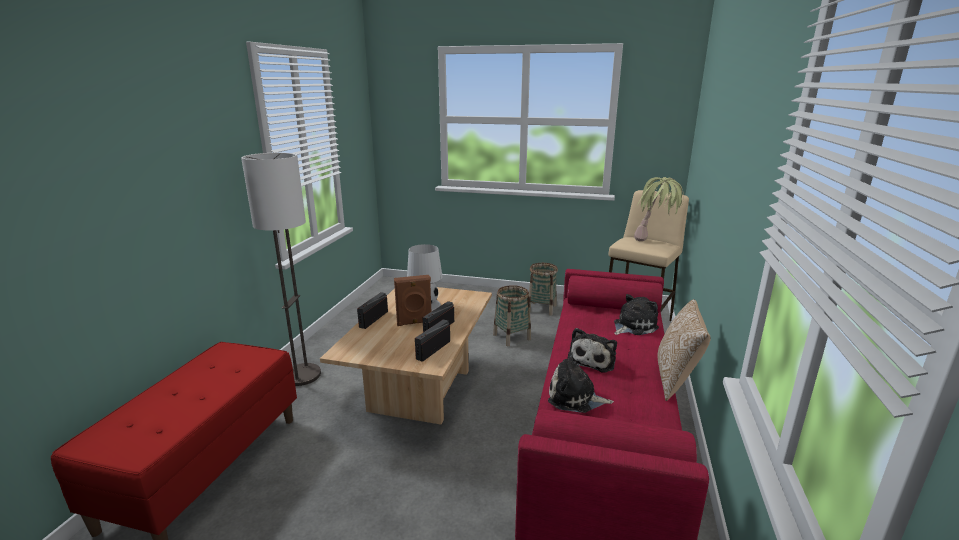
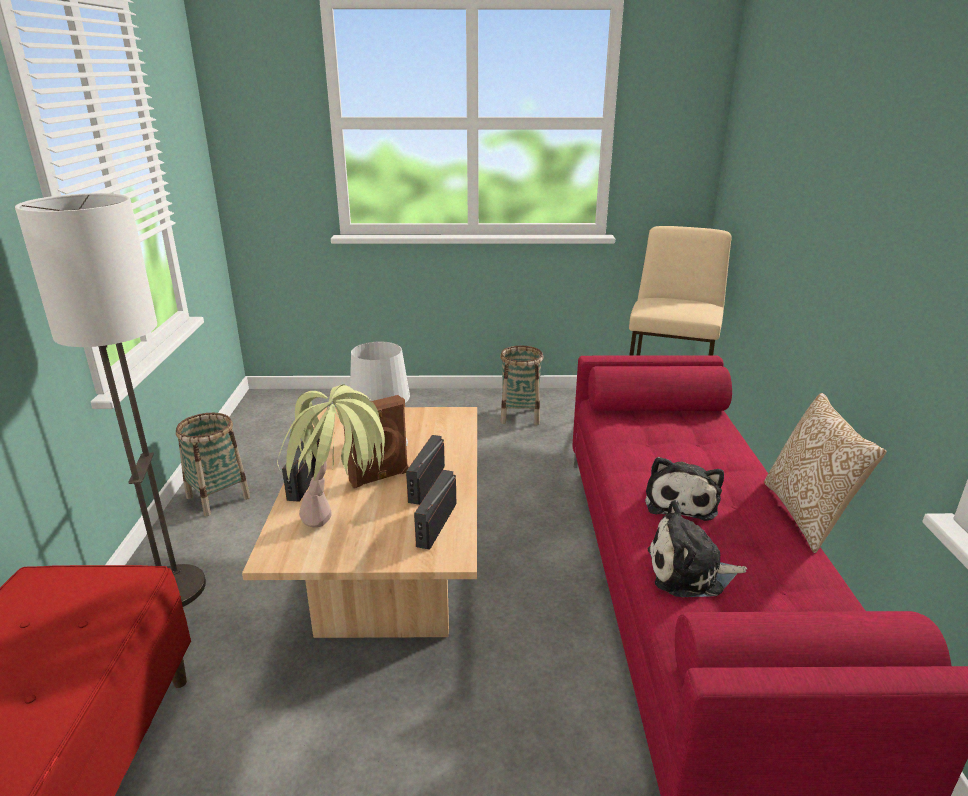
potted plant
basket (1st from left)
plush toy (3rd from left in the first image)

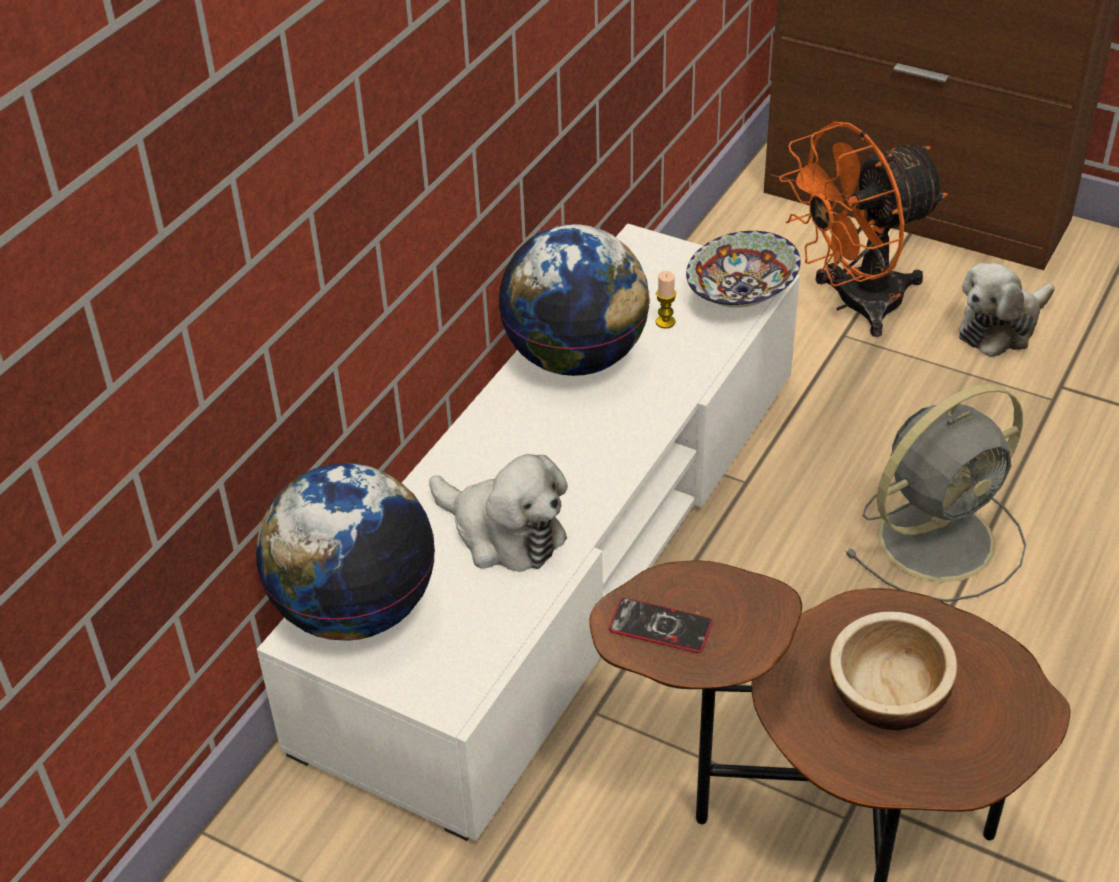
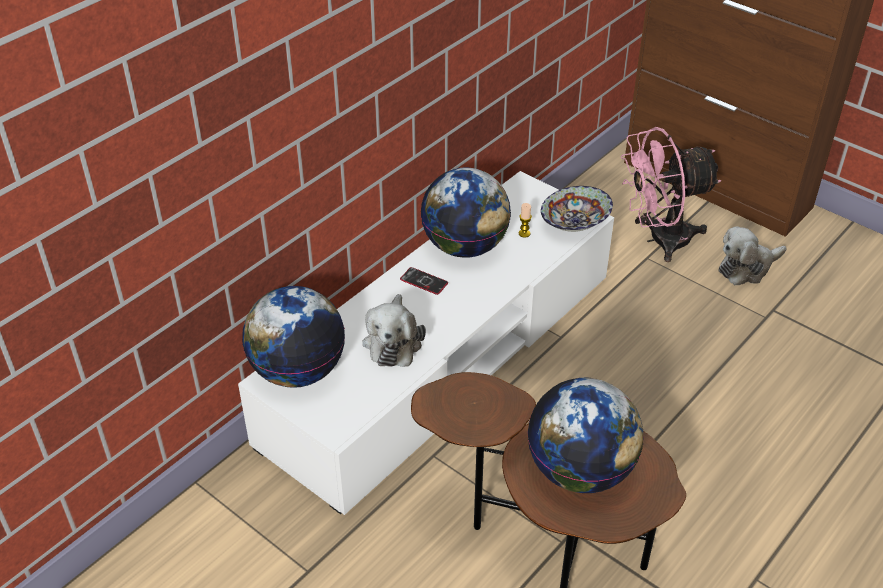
pink fan
grey fan
plush toy (1st from left)
phone
globe (3rd from left)

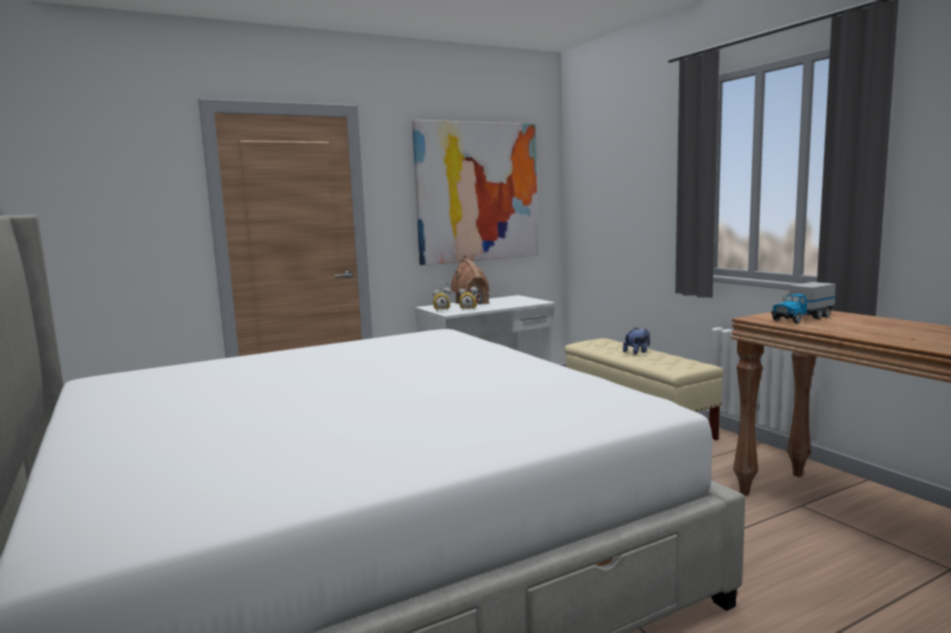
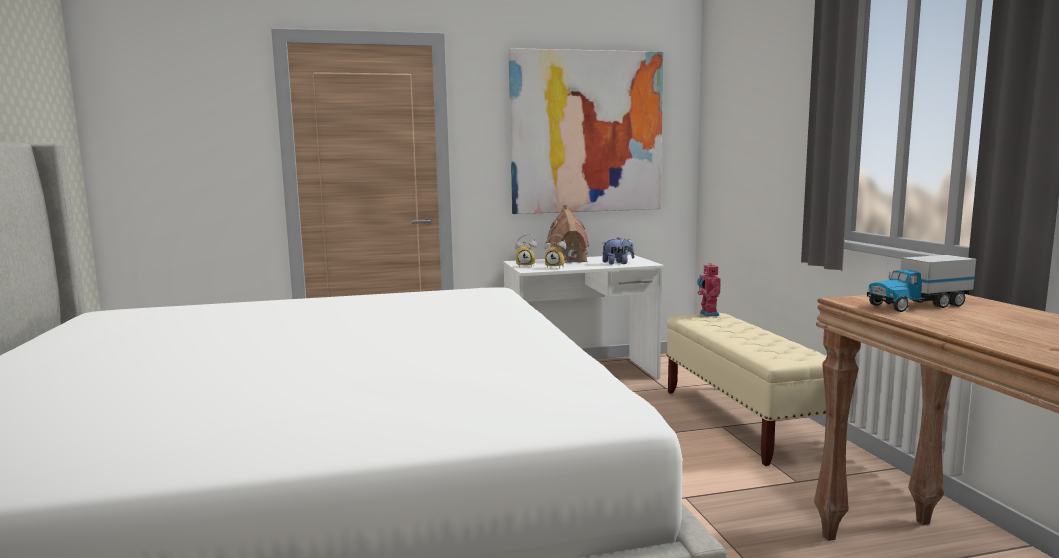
plush toy
toy robot

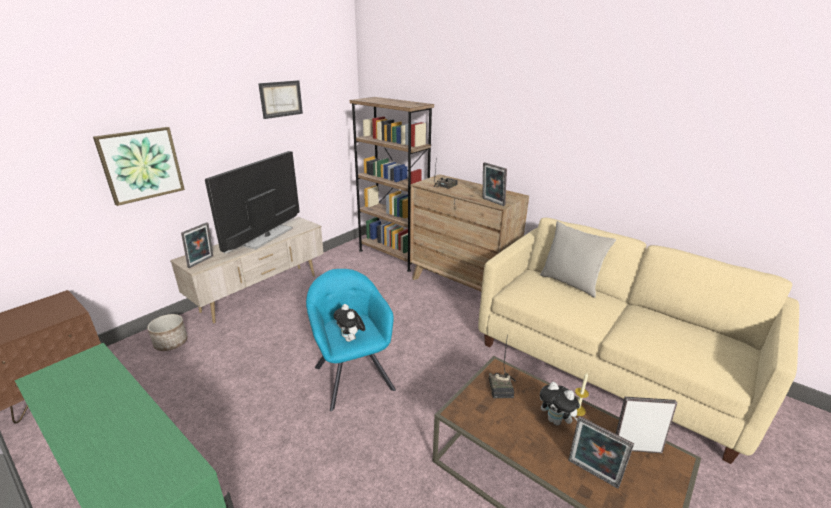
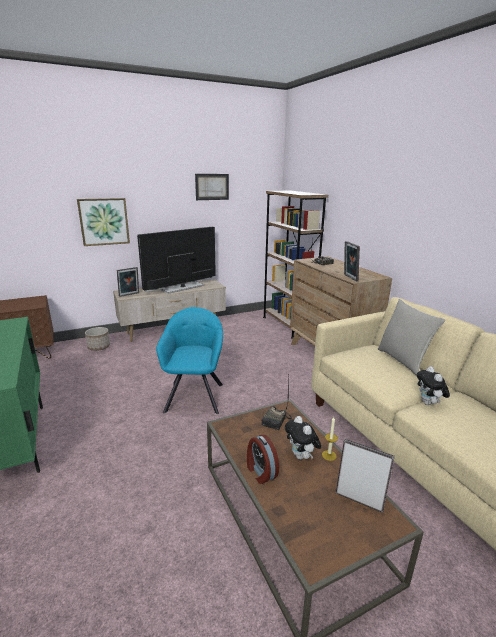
plush toy (2nd from left)
picture frame (3rd from left in the first image)
alarm clock

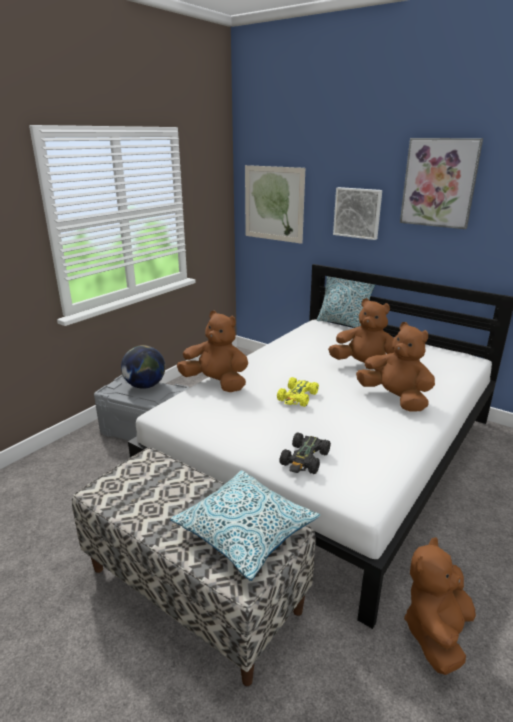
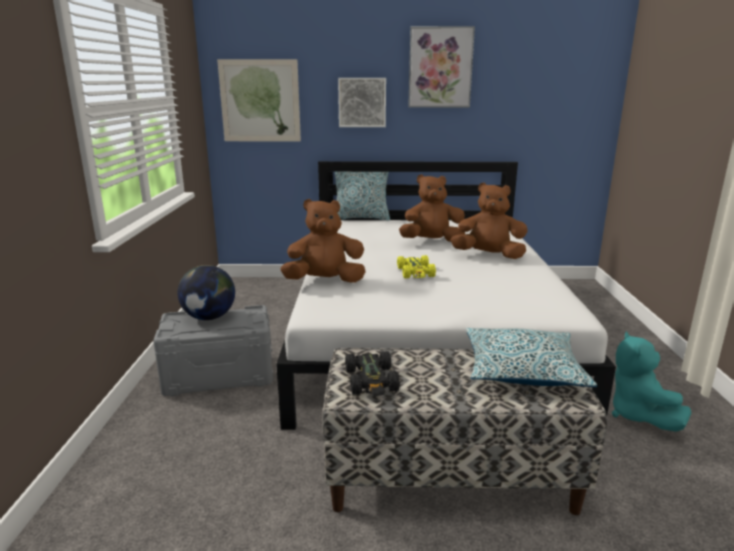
black toy car
turquoise plush toy

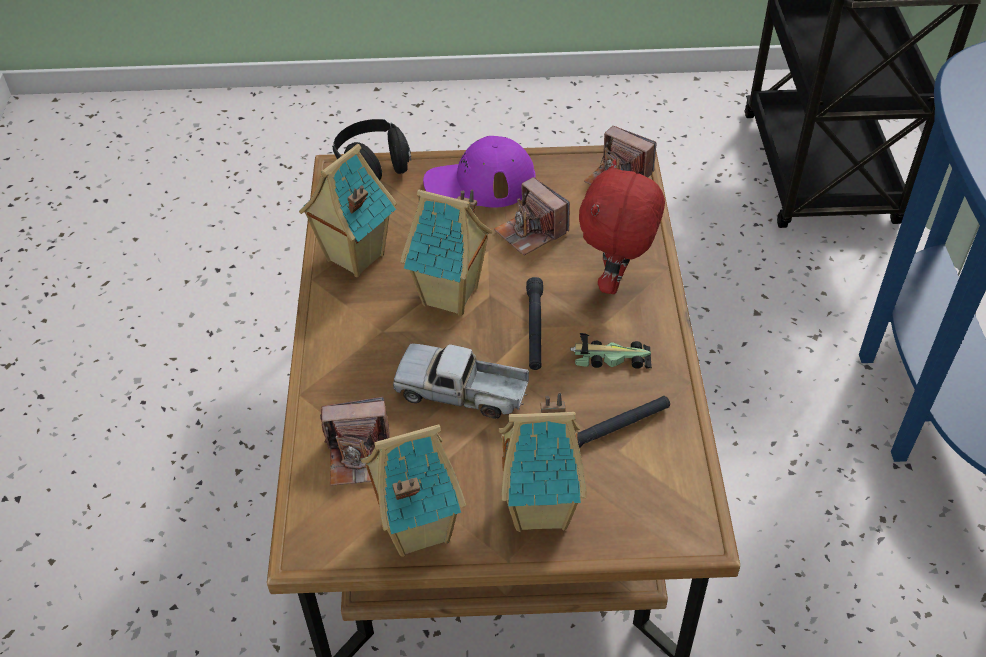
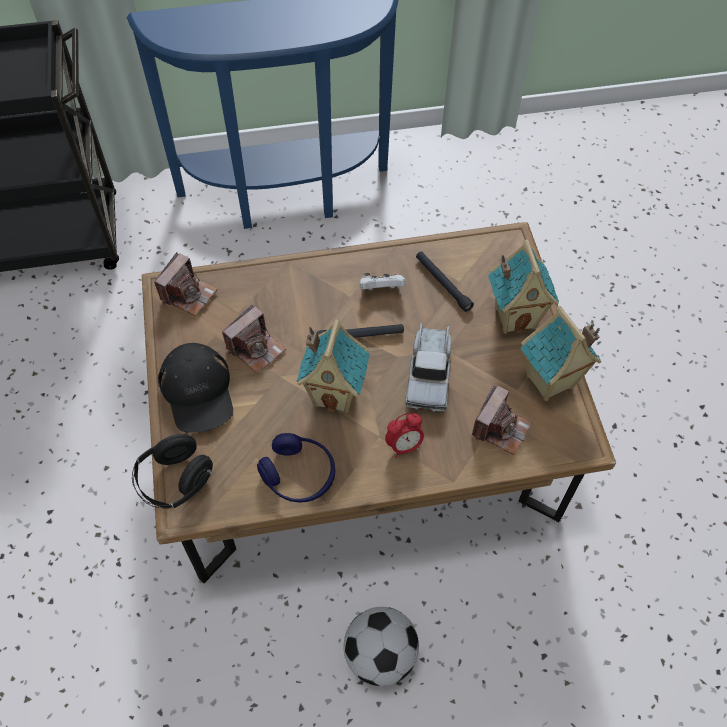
black cap
blue headphones
red plush toy
white game controller
photo camera (3rd from left)
alarm clock
football

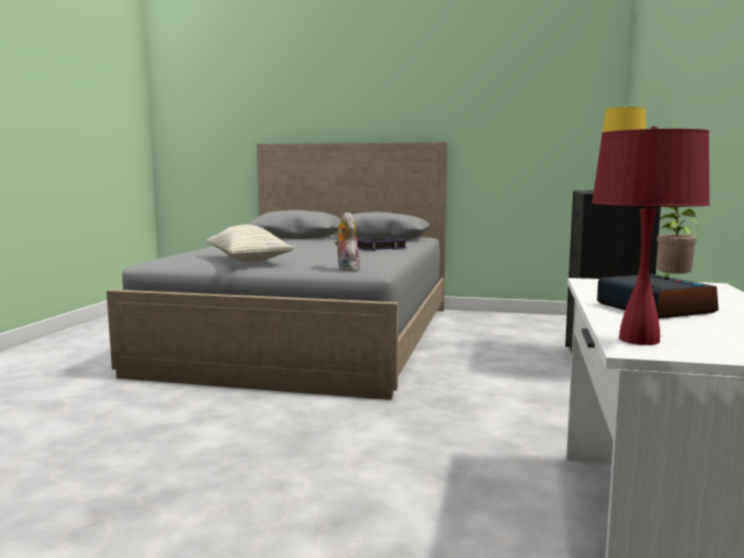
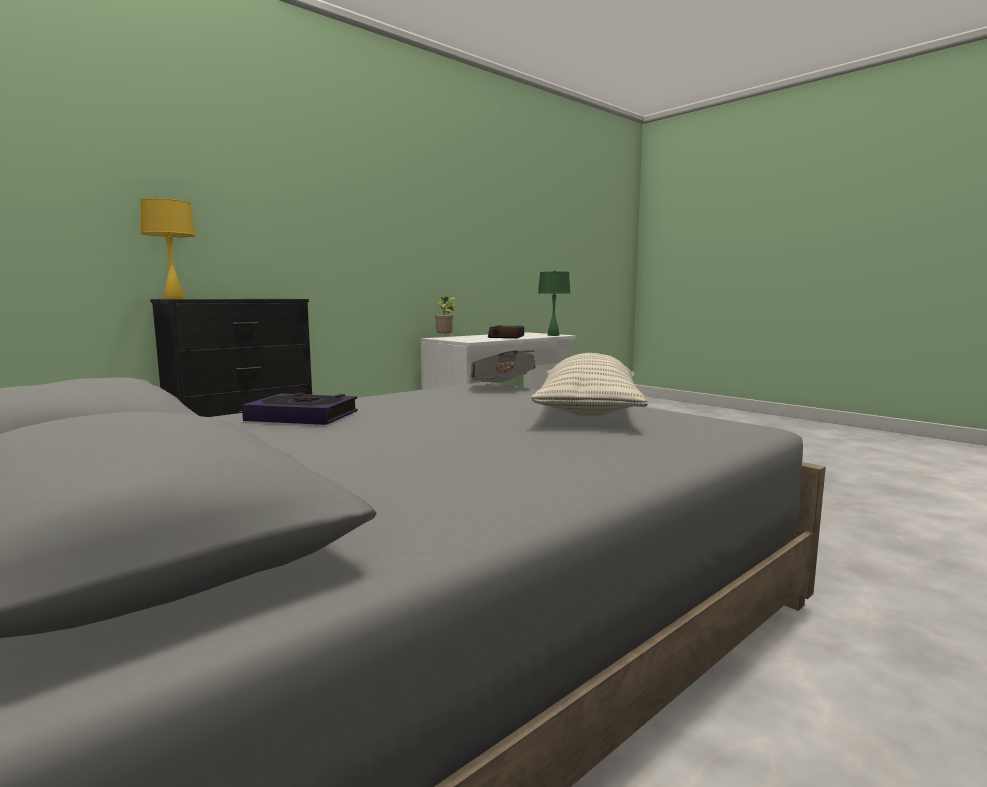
green table lamp
newspaper

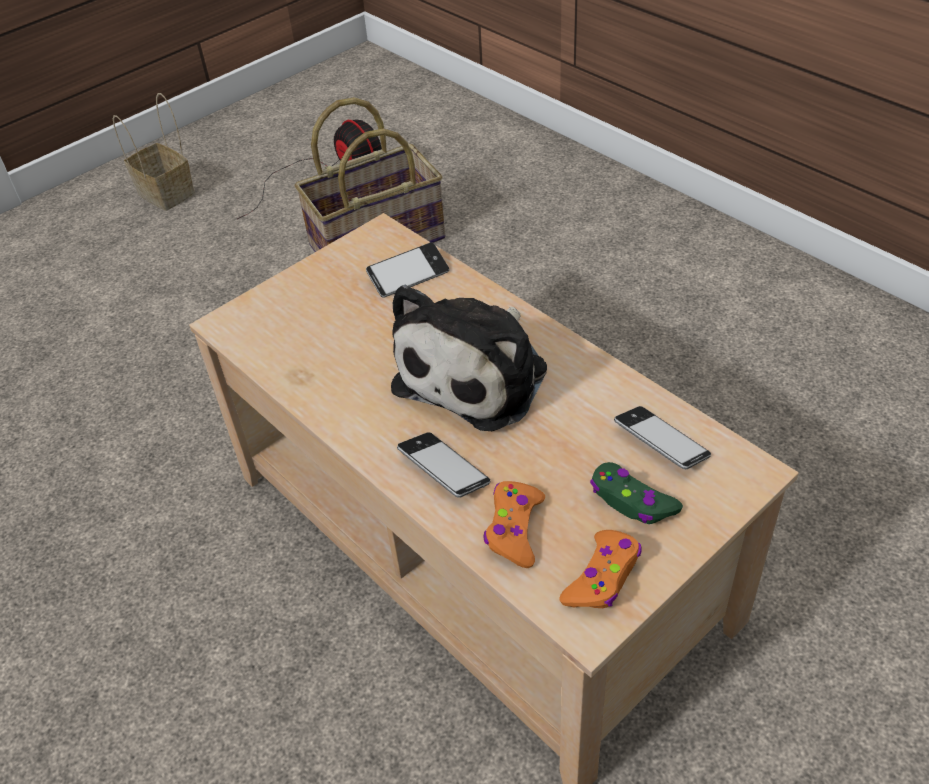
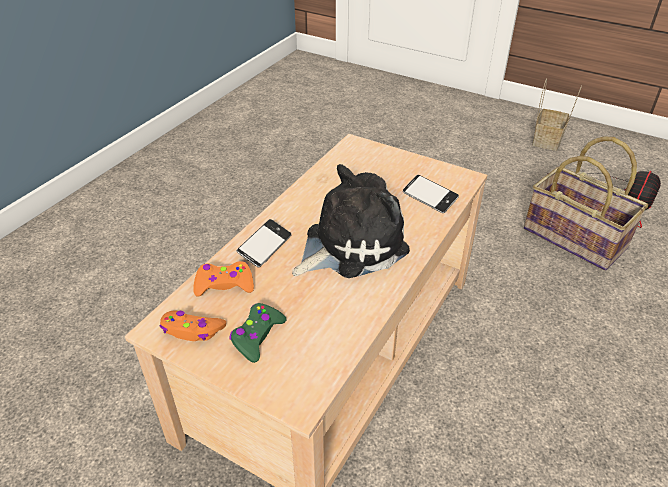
plush toy
phone (3rd from left in the first image)

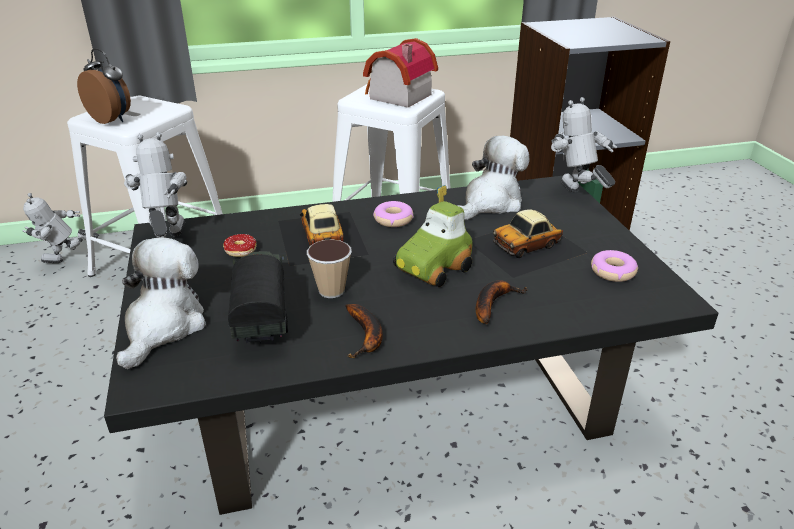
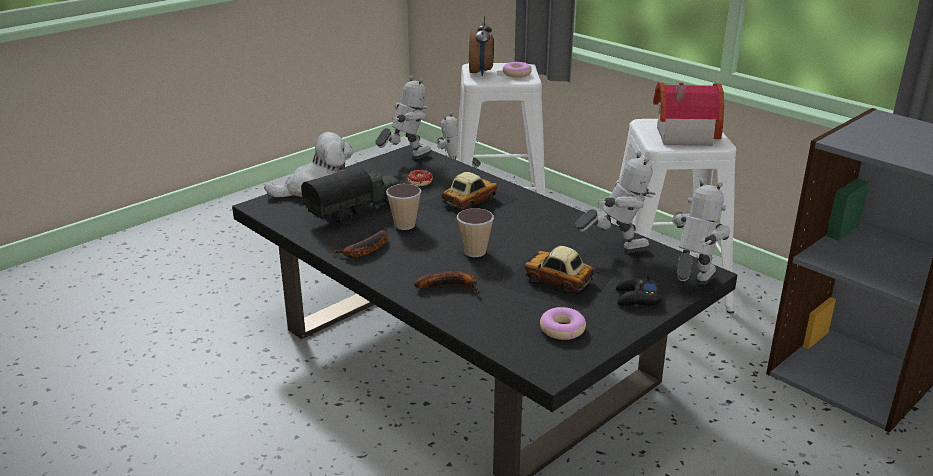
toy robot (3rd from left)
cup (2nd from left)
donut (2nd from left)
black game controller

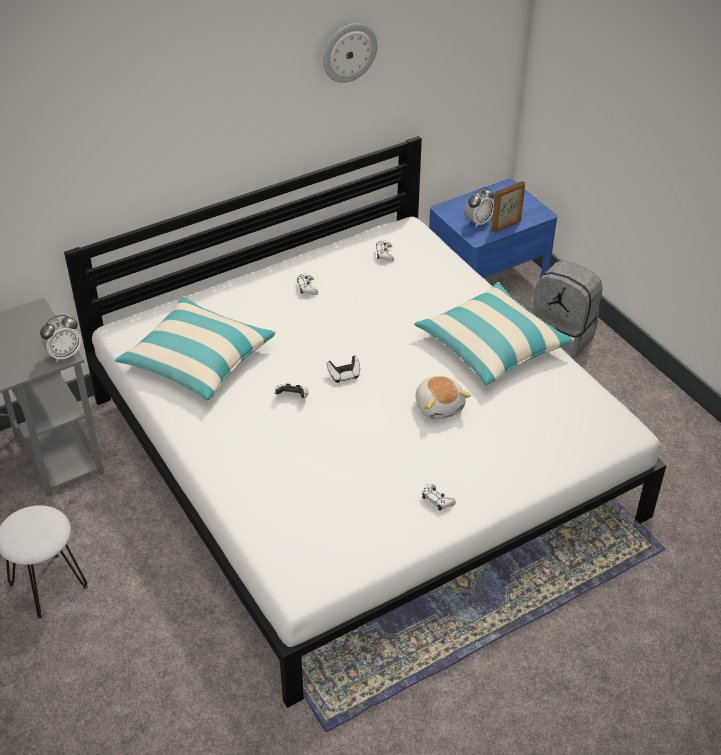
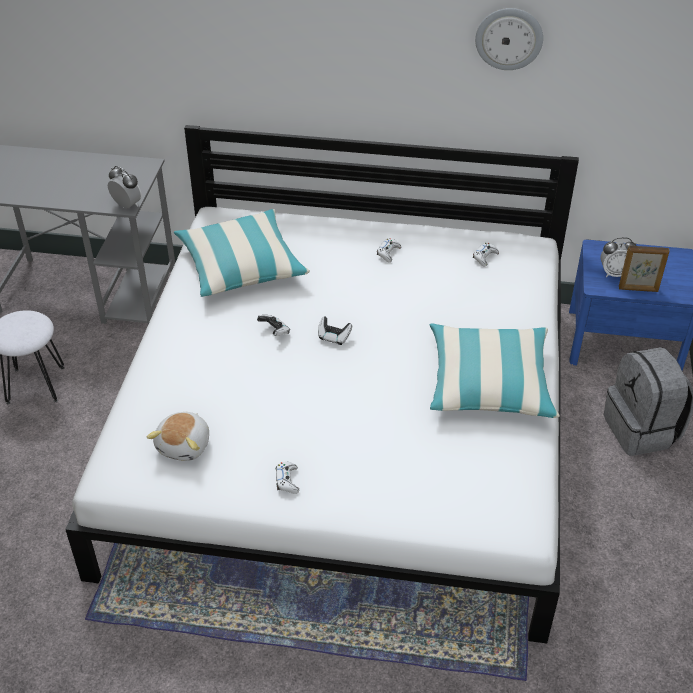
alarm clock (1st from left)
plush toy

